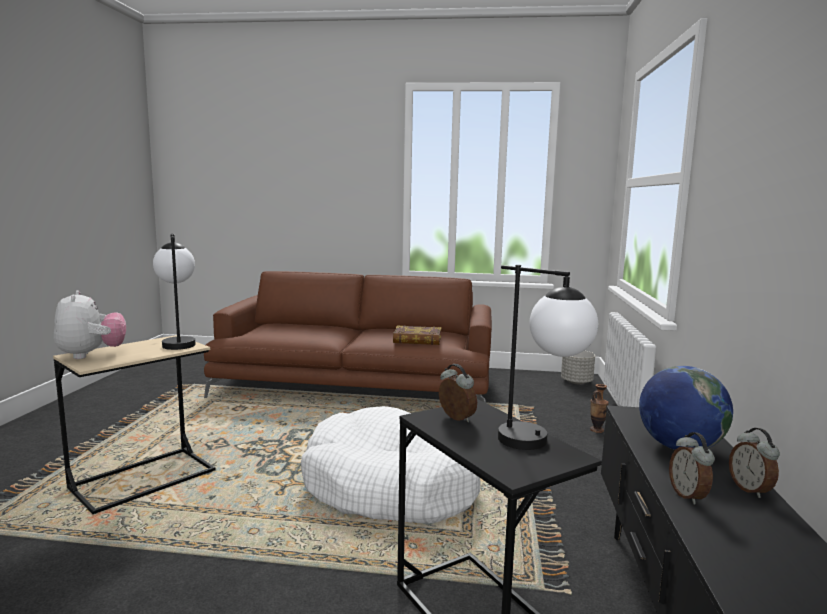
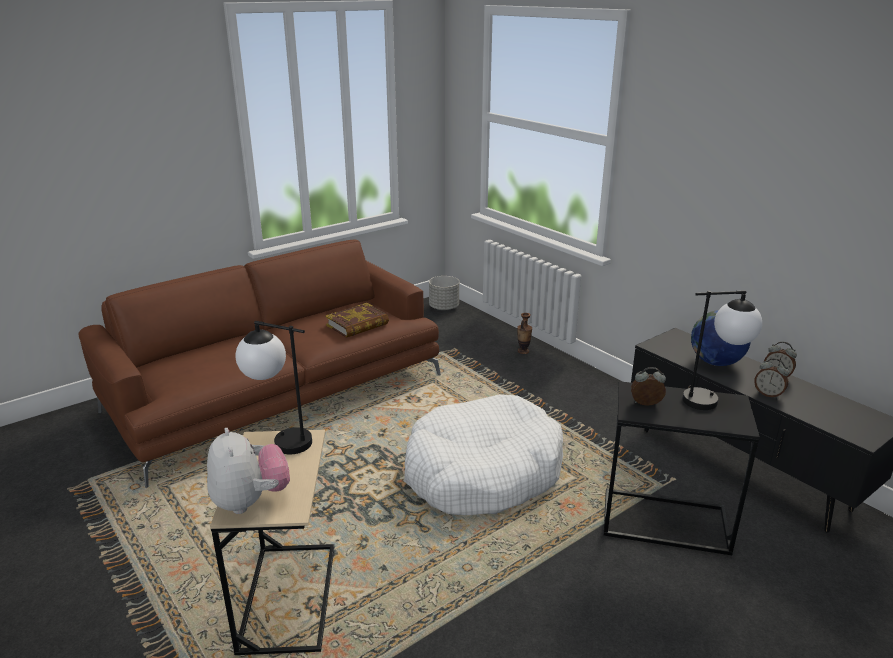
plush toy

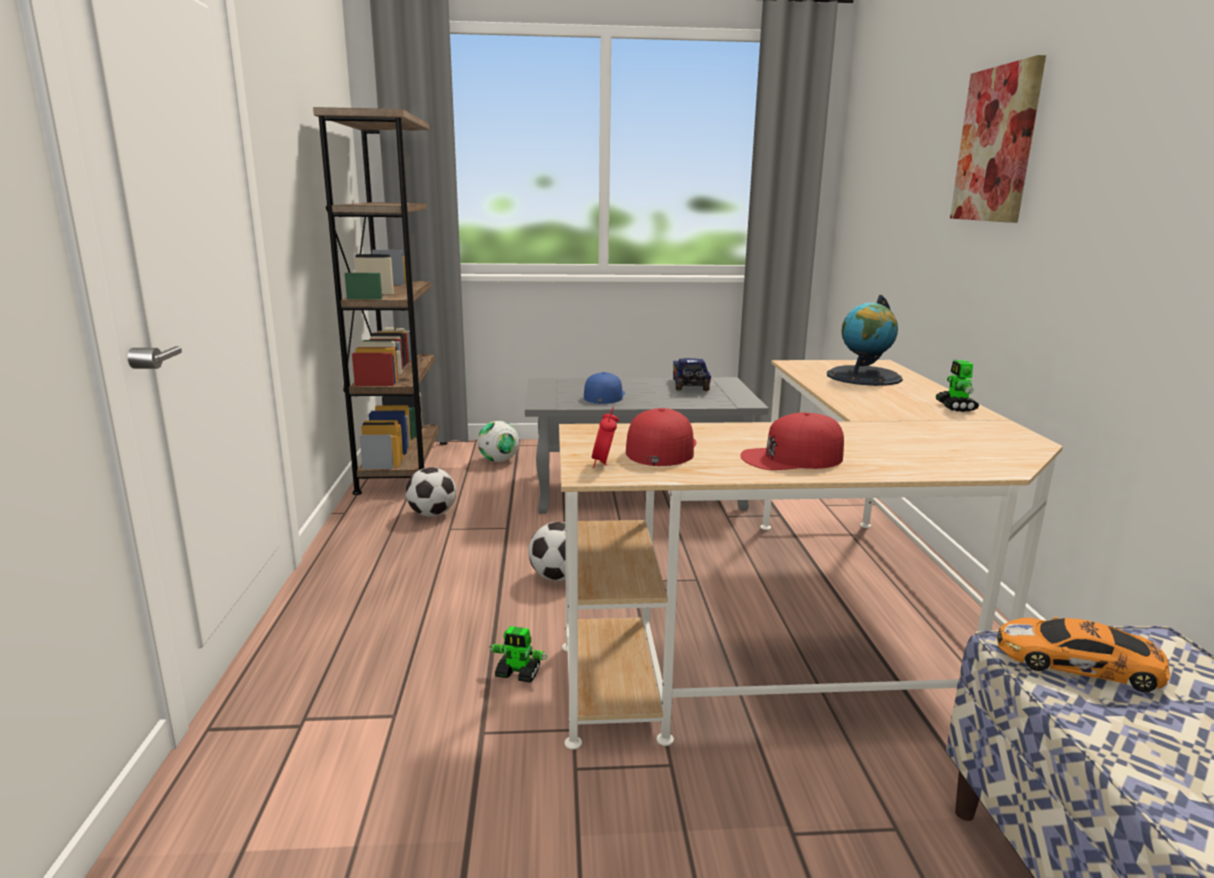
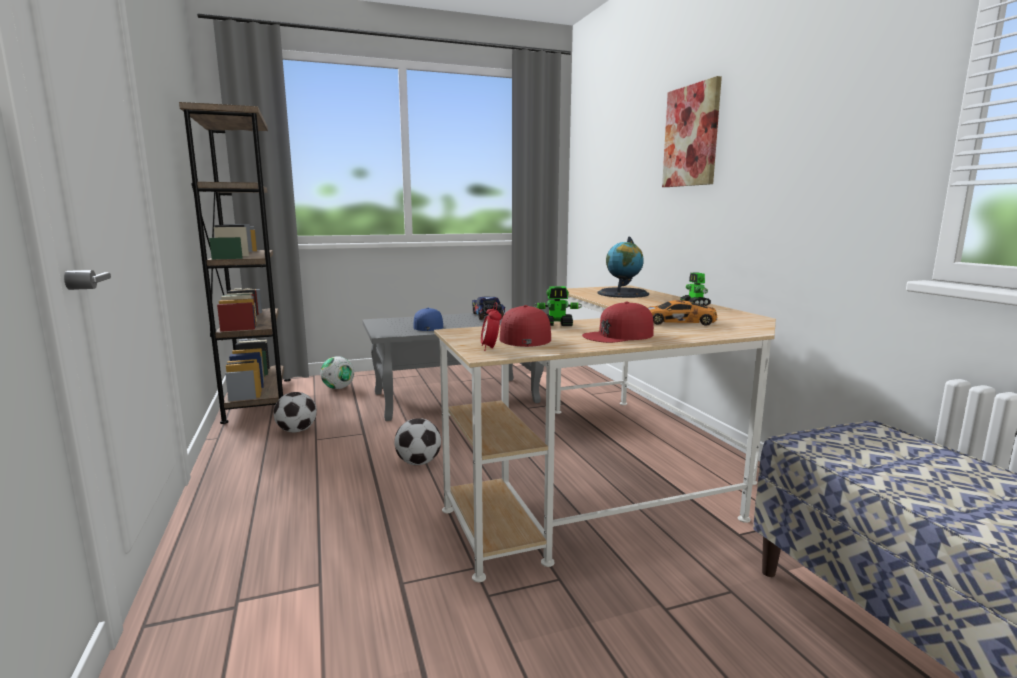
toy car
toy robot (1st from left)

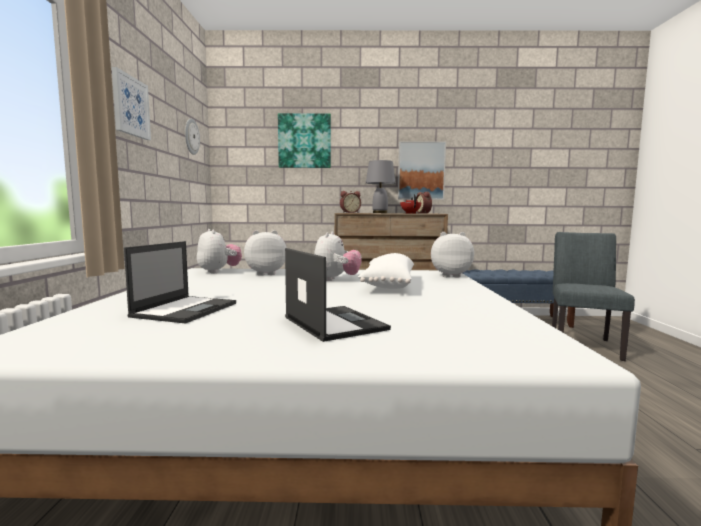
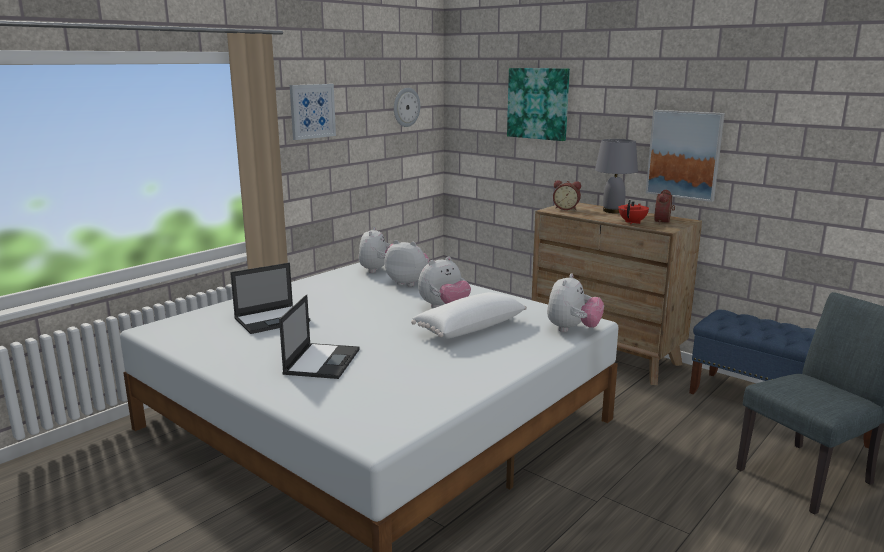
plush toy (4th from left)

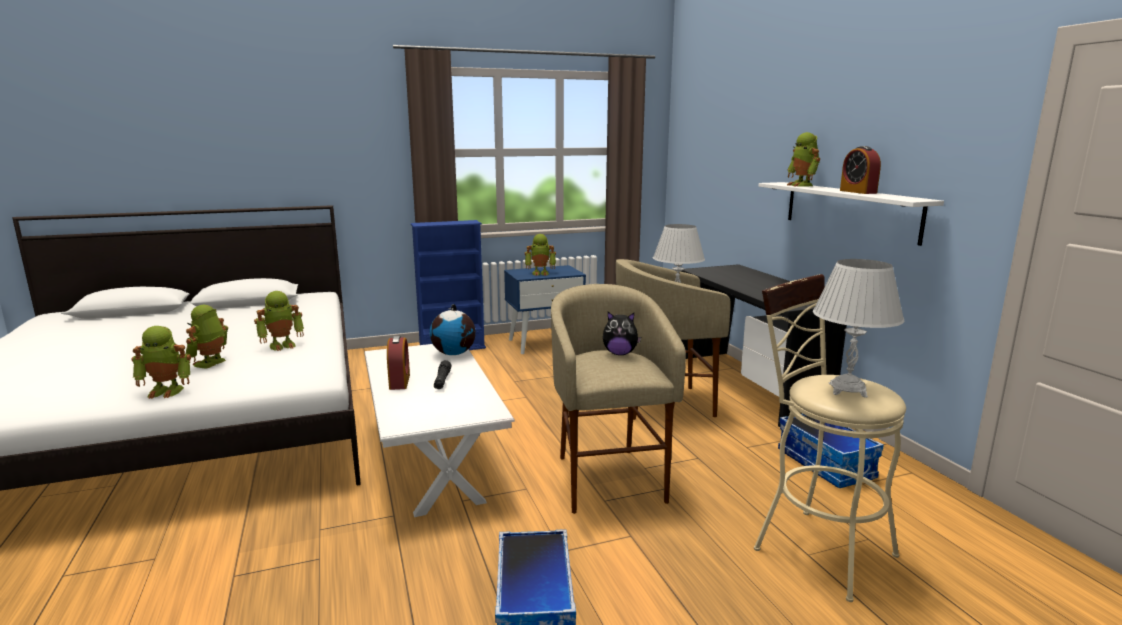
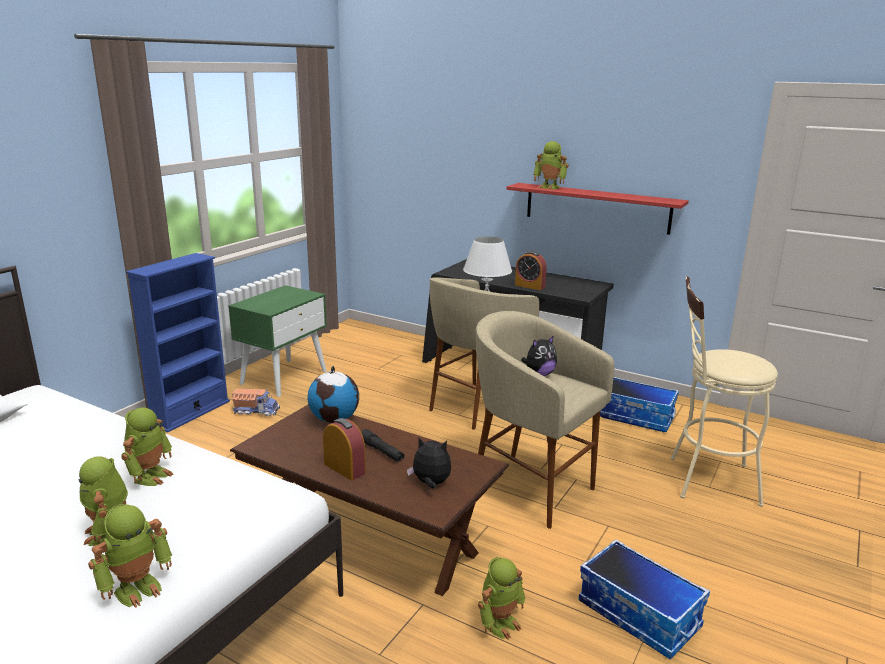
alarm clock (2nd from left)
red shelf
toy robot (4th from left)
white table lamp (2nd from left in the first image)
green nightstand
brown coffee table
toy truck
plush toy (1st from left)

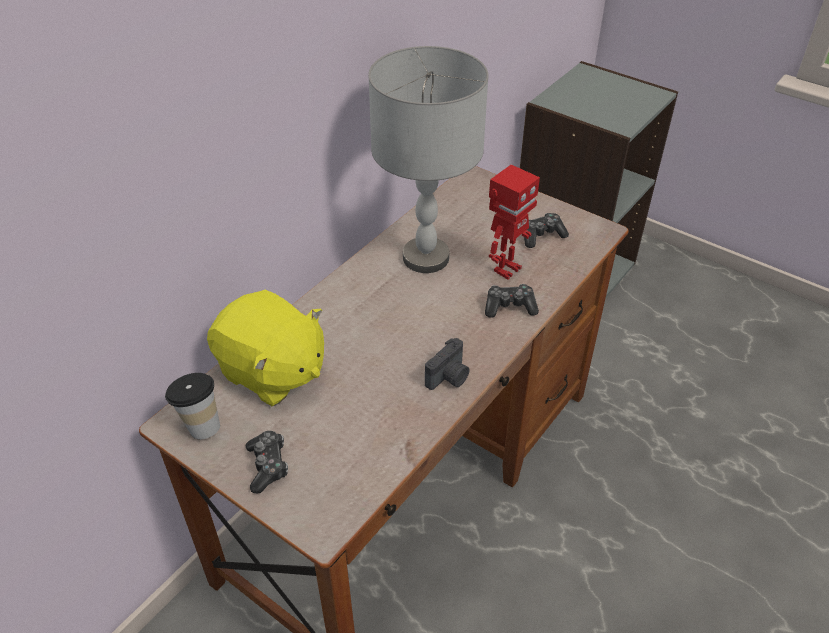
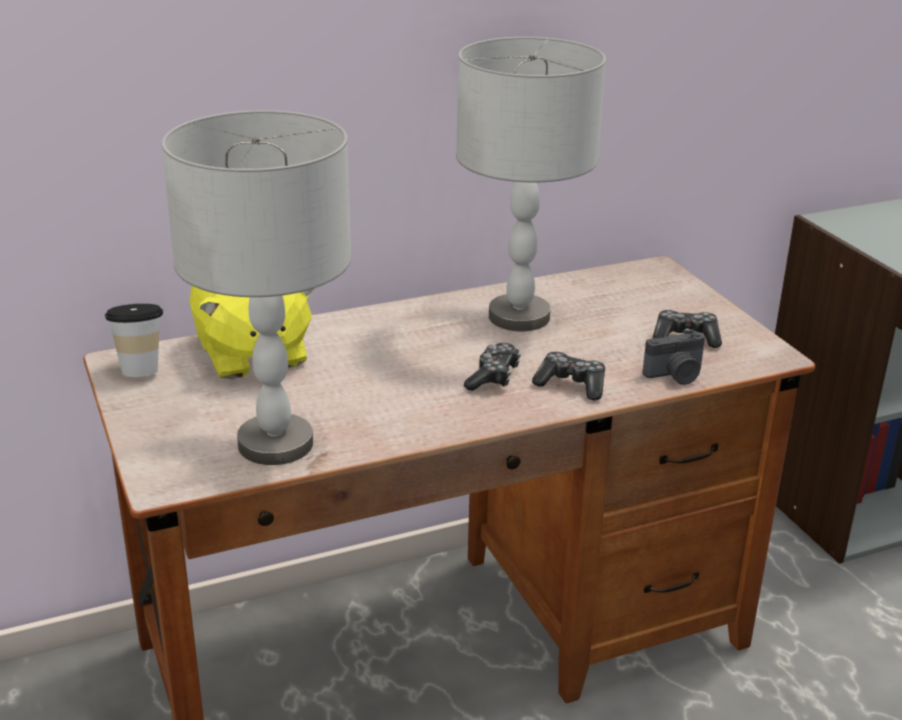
toy robot
photo camera
game controller (1st from left)
grey table lamp (1st from left)

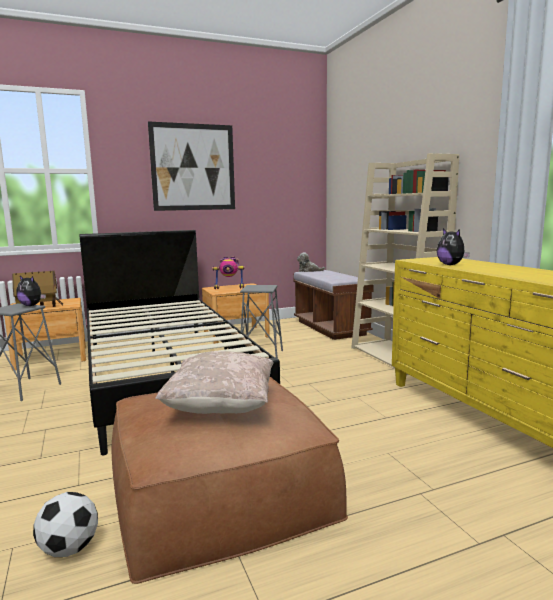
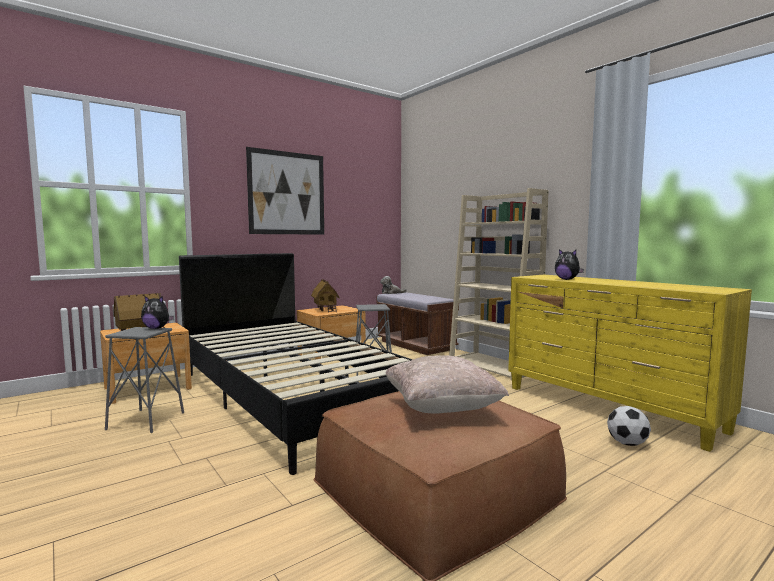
toy house (2nd from left)
football

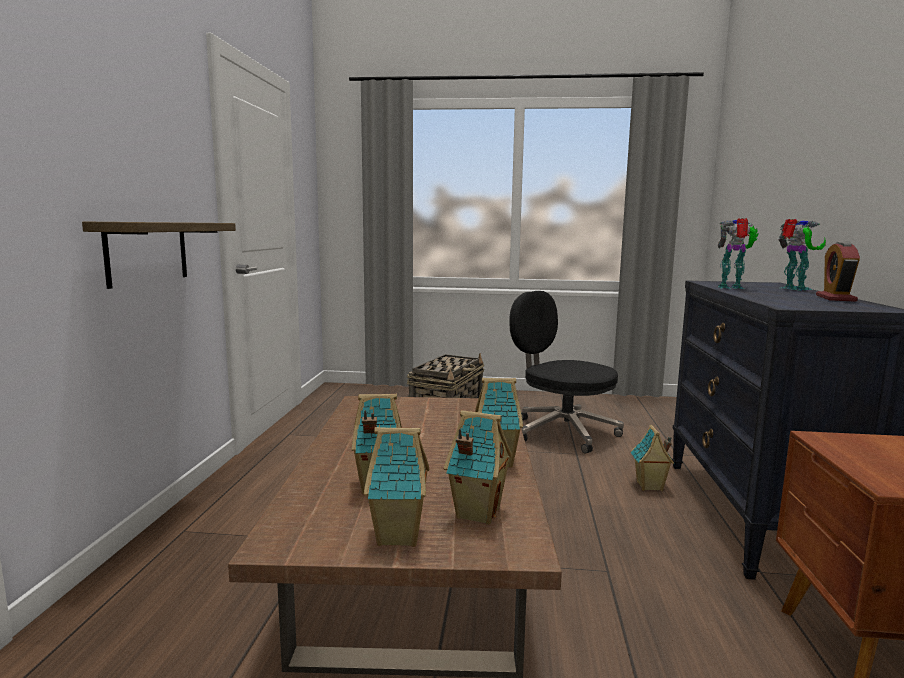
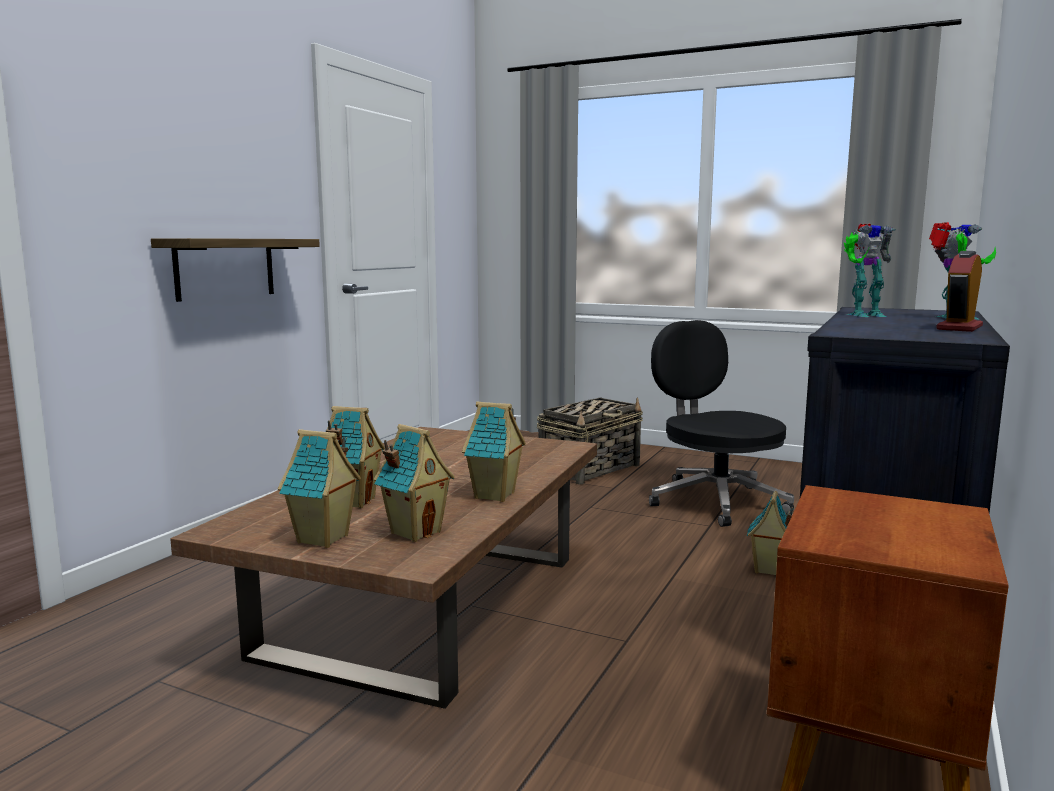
toy robot (1st from left)

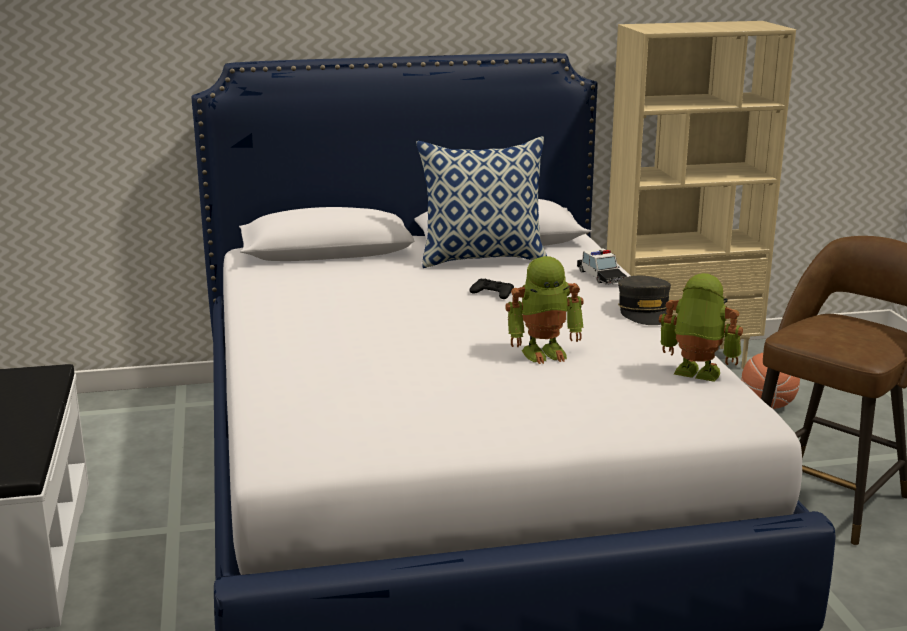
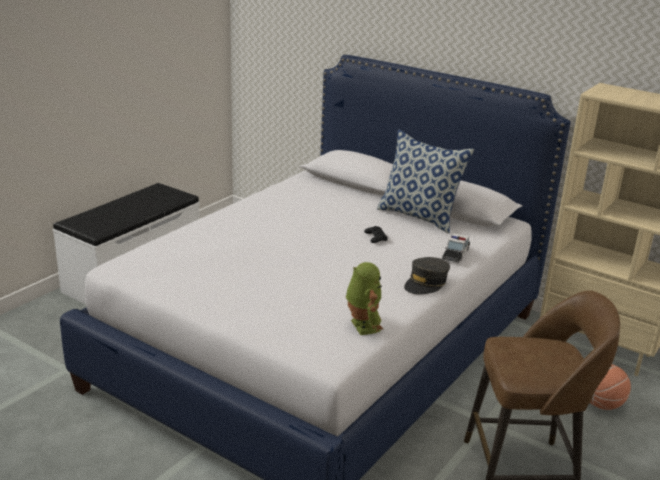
toy robot (1st from left in the first image)

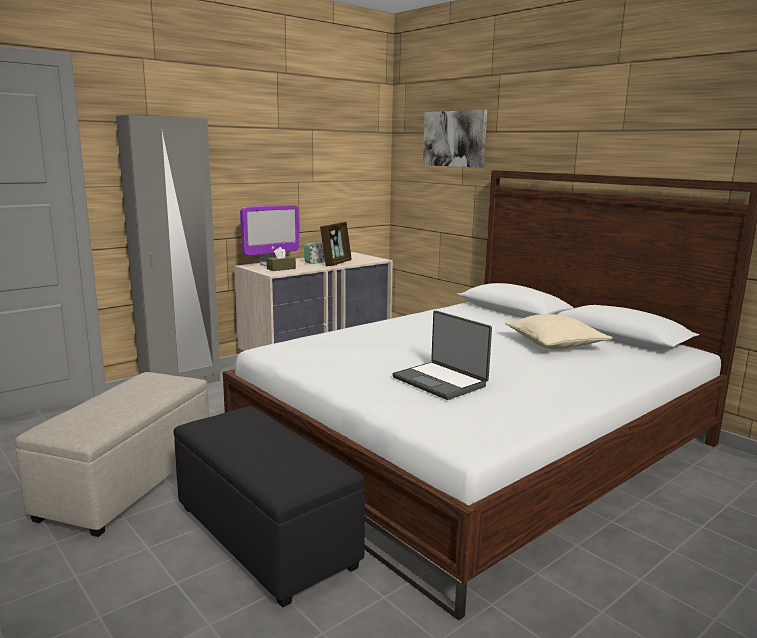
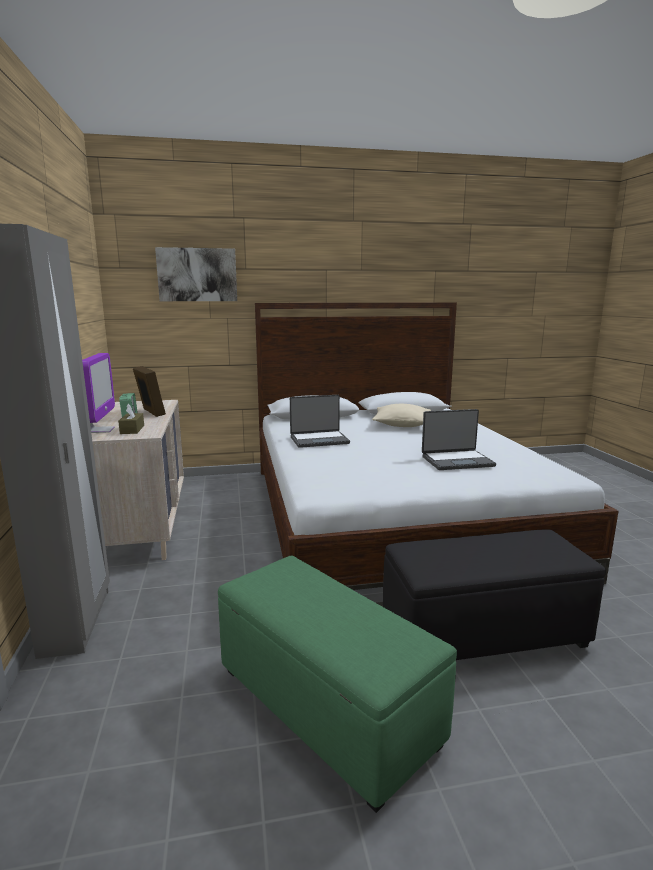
green ottoman
laptop (1st from left)

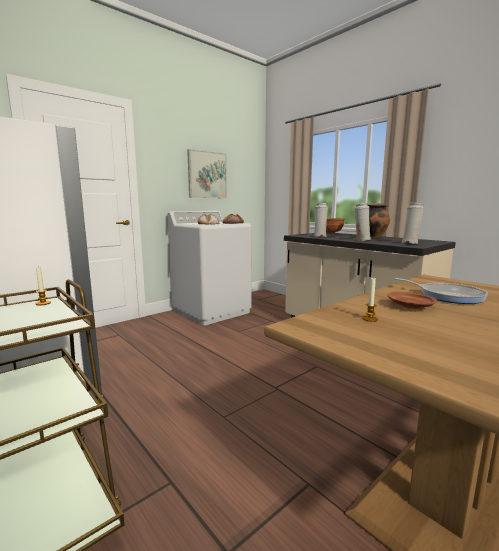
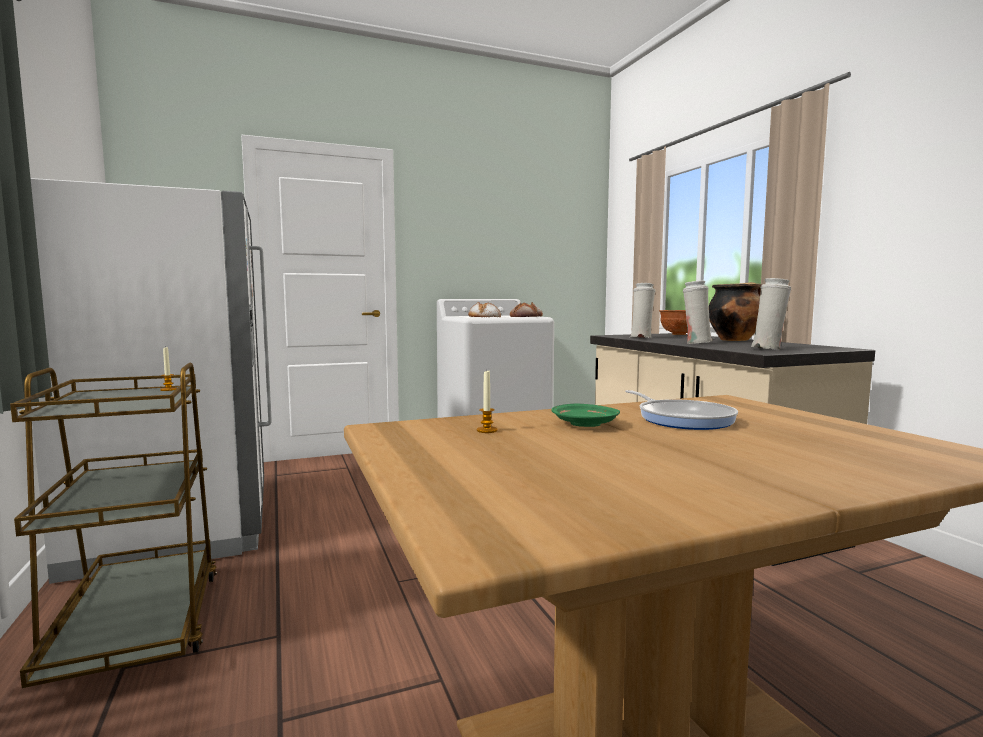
picture
green plate

